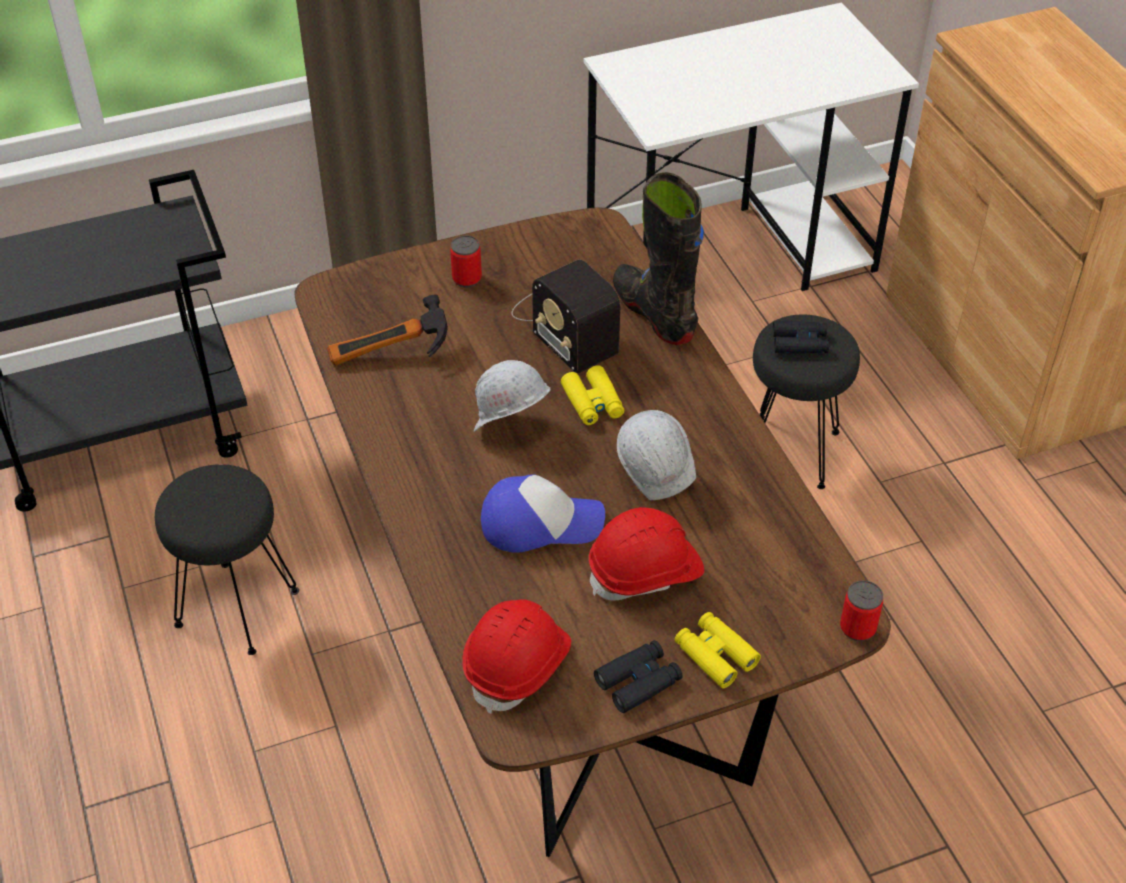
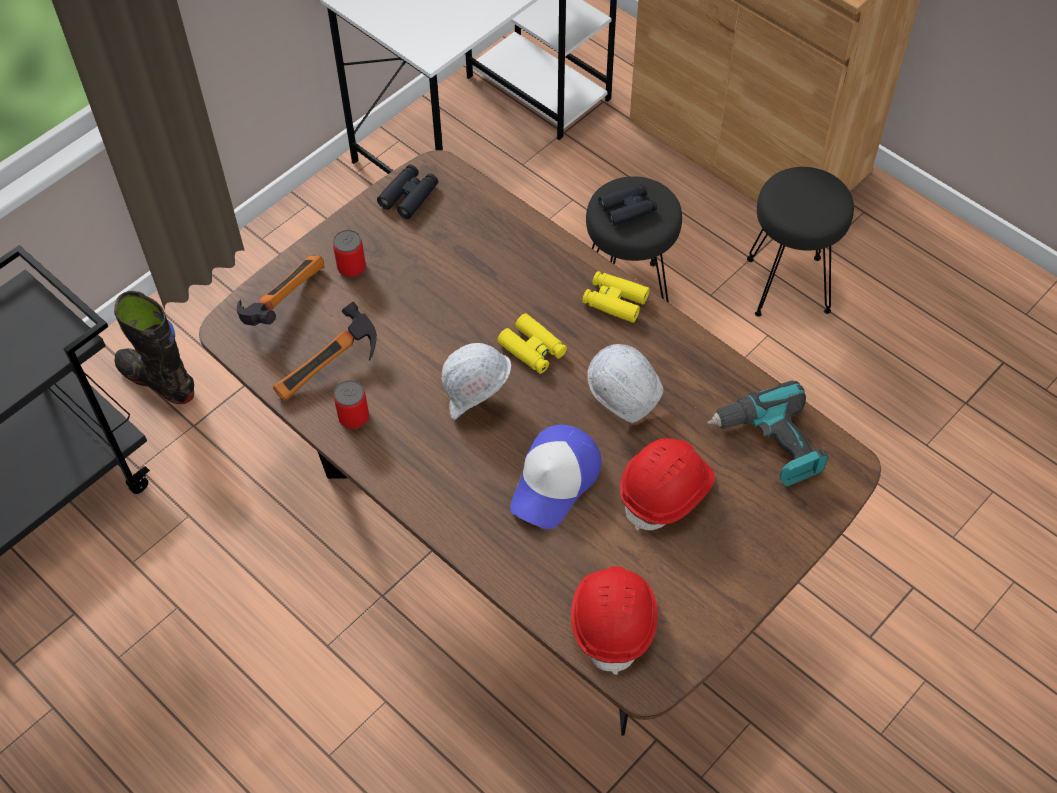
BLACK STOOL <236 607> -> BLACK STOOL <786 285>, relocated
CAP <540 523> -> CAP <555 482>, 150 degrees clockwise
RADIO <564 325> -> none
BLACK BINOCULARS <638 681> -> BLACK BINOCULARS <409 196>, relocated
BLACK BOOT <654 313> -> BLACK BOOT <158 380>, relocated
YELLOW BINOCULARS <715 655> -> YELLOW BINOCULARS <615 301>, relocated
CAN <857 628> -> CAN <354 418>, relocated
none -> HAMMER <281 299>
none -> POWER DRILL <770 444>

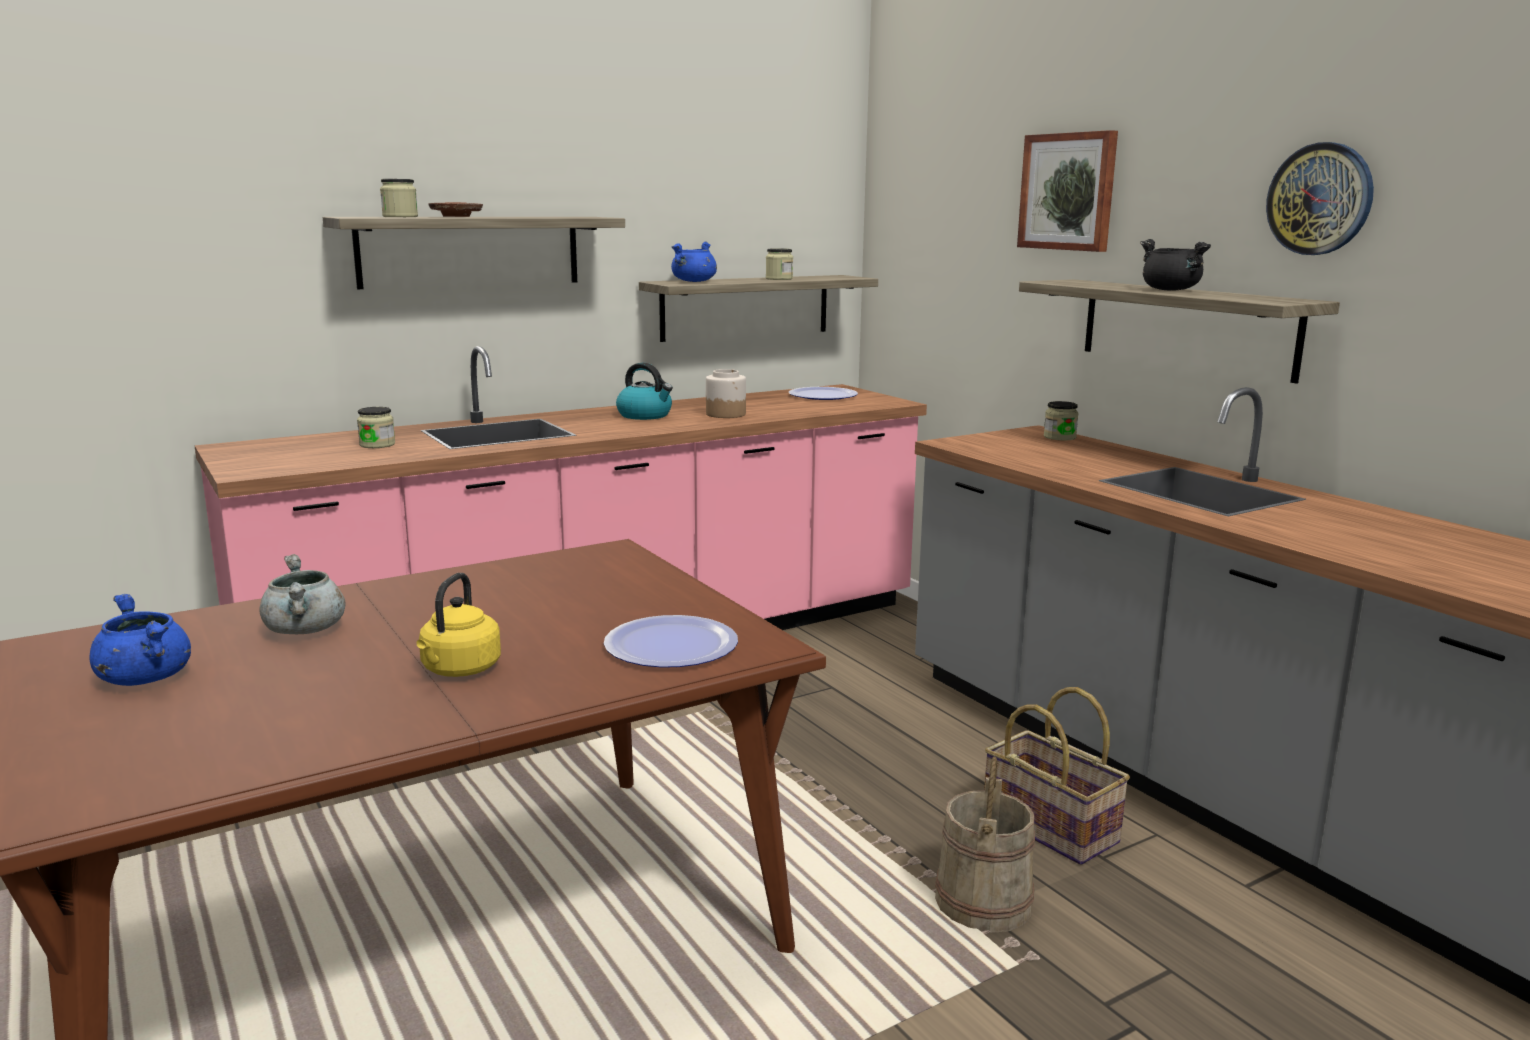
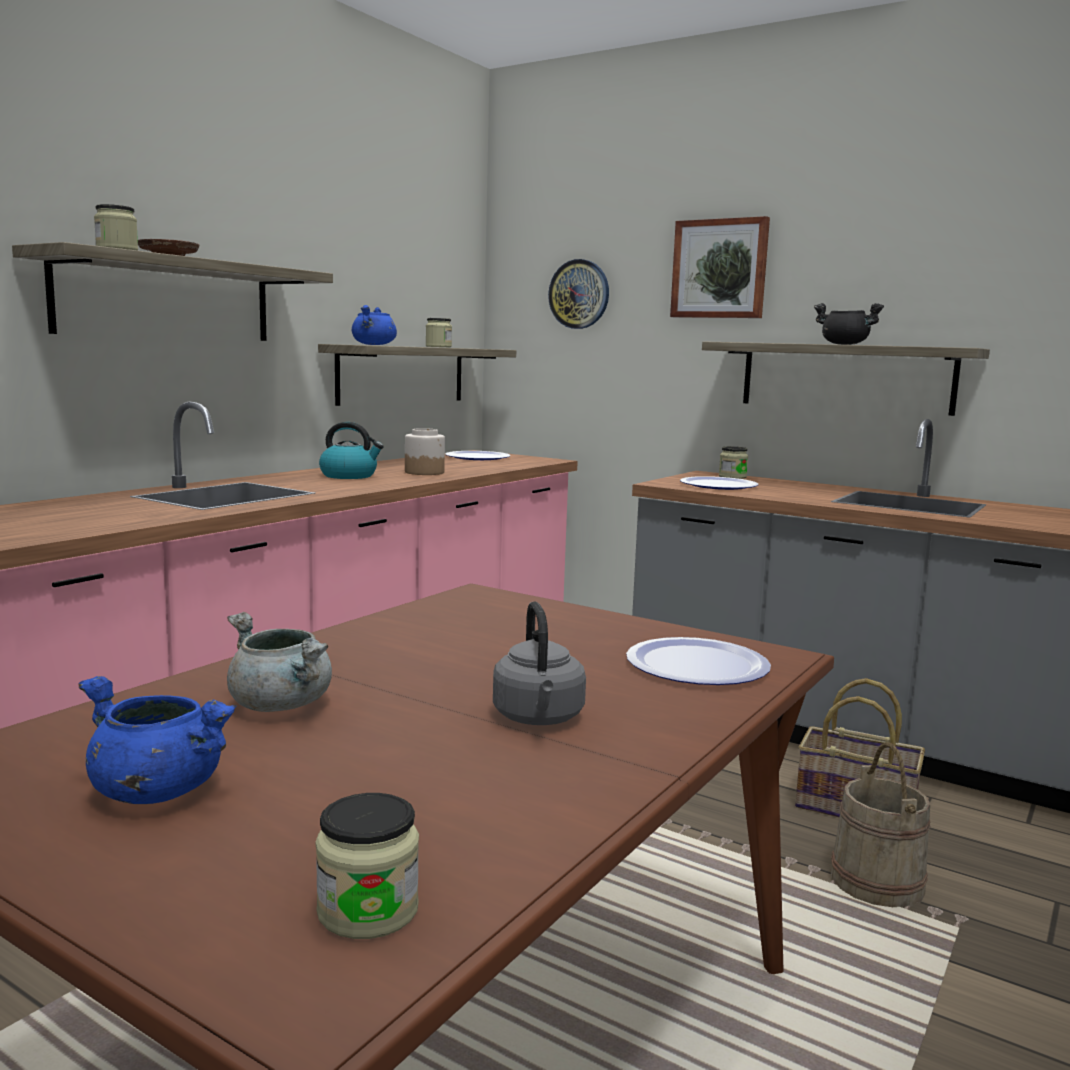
JAR <377 445> -> JAR <368 910>, relocated
YELLOW KETTLE <459 670> -> GREY KETTLE <539 718>
WALL CLOCK <1320 199> -> WALL CLOCK <579 294>, relocated
none -> PLATE <718 485>

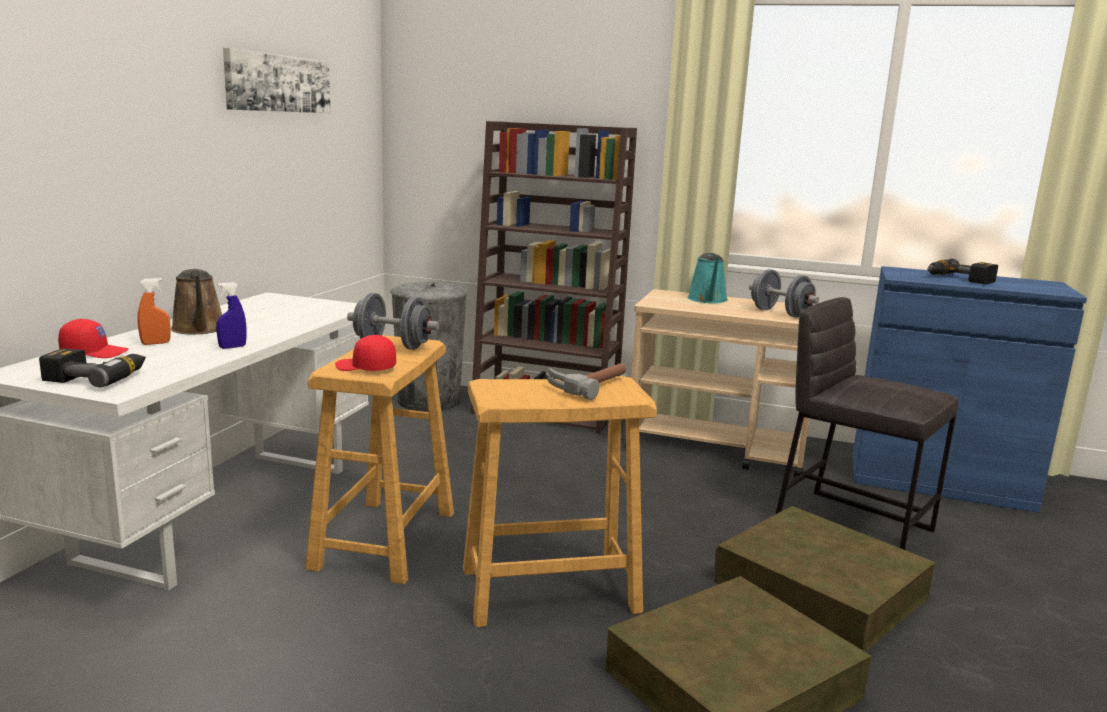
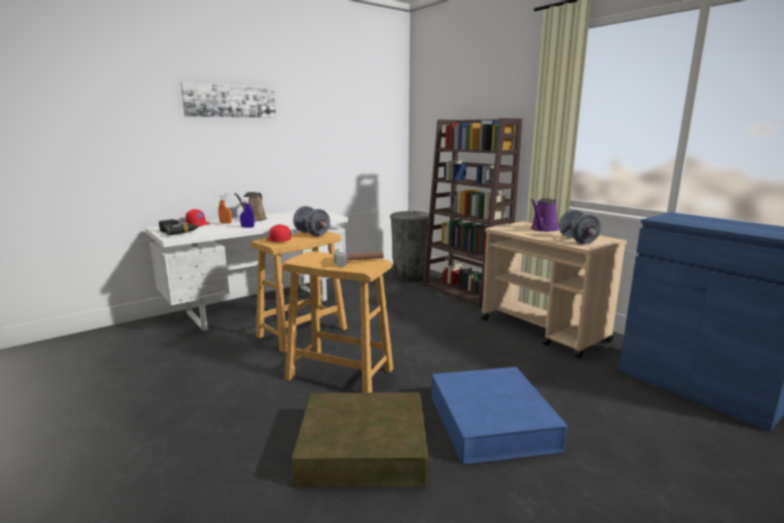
PICTURE <278 83> -> PICTURE <230 101>, relocated
TURQUOISE WATERING CAN <708 300> -> PURPLE WATERING CAN <543 229>
BROWN STORAGE BOX <820 590> -> BLUE STORAGE BOX <491 421>
GREY STOOL <853 526> -> none
POWER DRILL <958 279> -> none

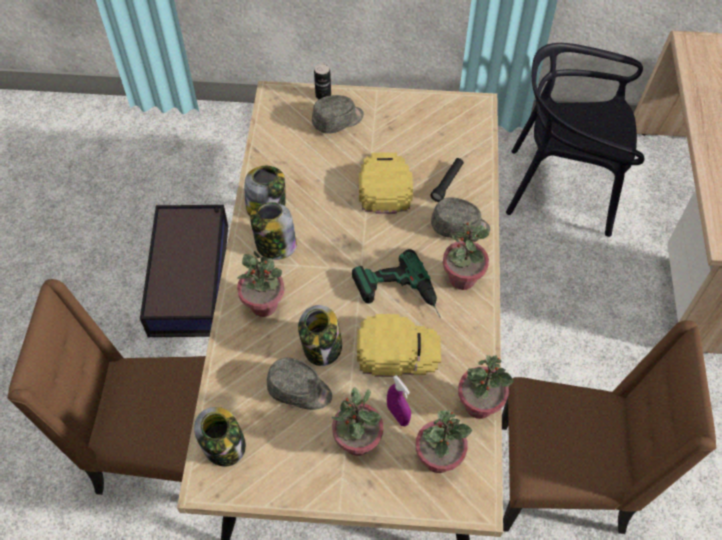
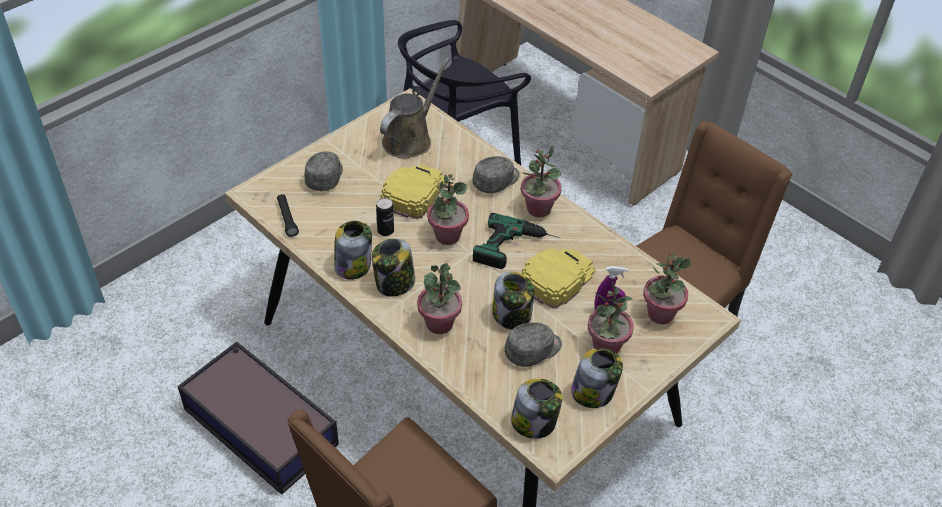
CAN <323 95> -> CAN <385 230>, relocated
YELLOW CAP <384 184> -> YELLOW CAP <414 192>, 75 degrees clockwise
BLACK FLASHLIGHT <447 183> -> BLACK FLASHLIGHT <287 219>, relocated
POTTED PLANT <479 405> -> POTTED PLANT <447 236>, relocated
none -> BROWN WATERING CAN <410 139>
none -> JAR <593 392>

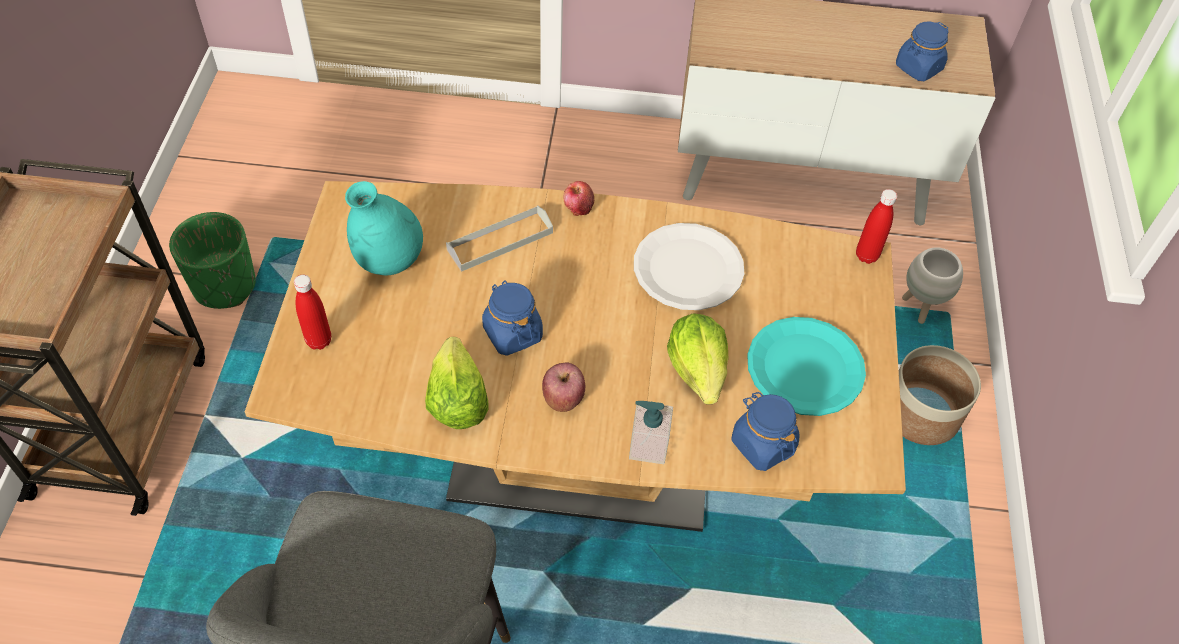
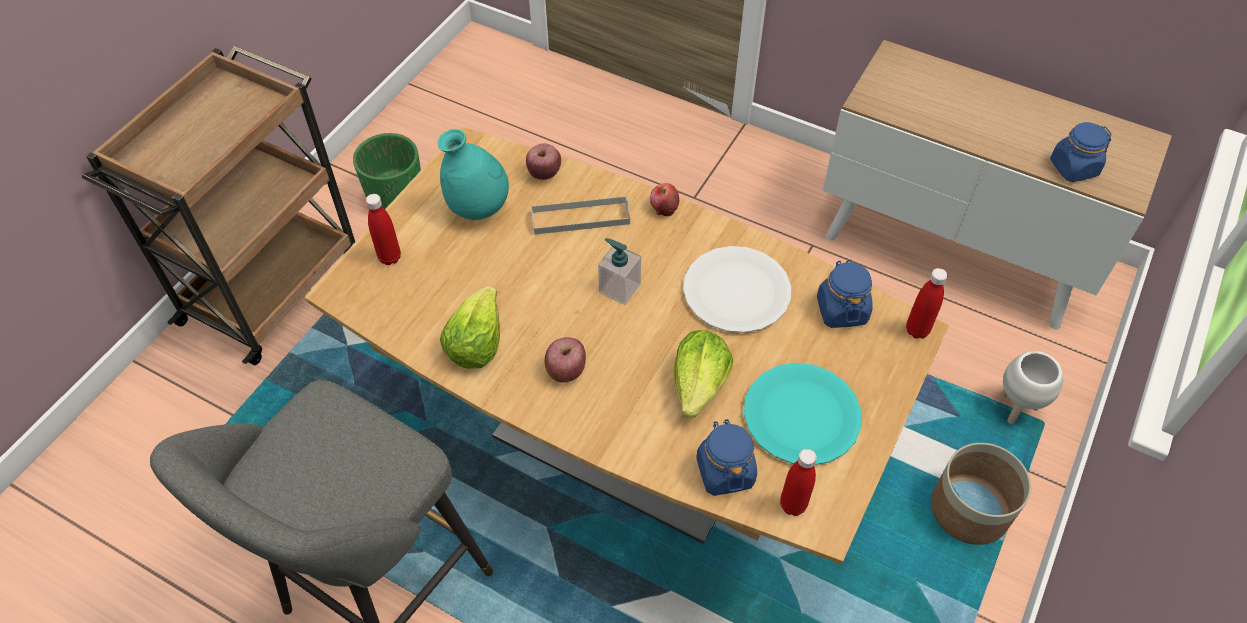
BLUE JAR <512 333> -> BLUE JAR <841 310>, relocated
SOAP DISPENSER <648 446> -> SOAP DISPENSER <619 288>, relocated
none -> APPLE <544 173>
none -> RED BOTTLE <793 505>

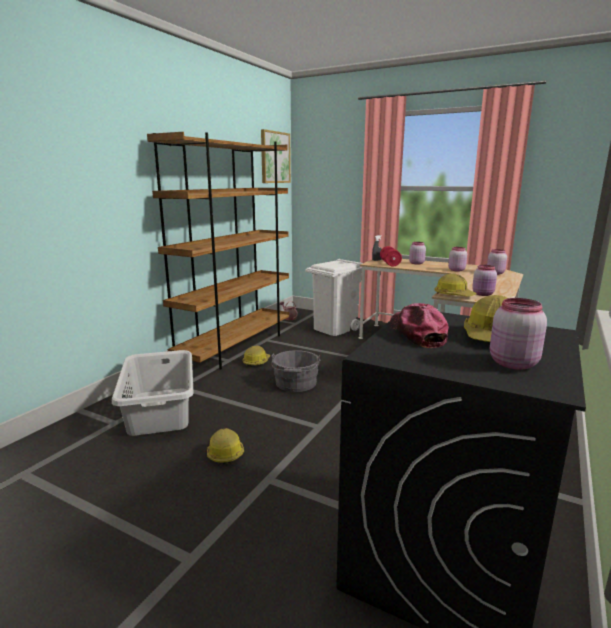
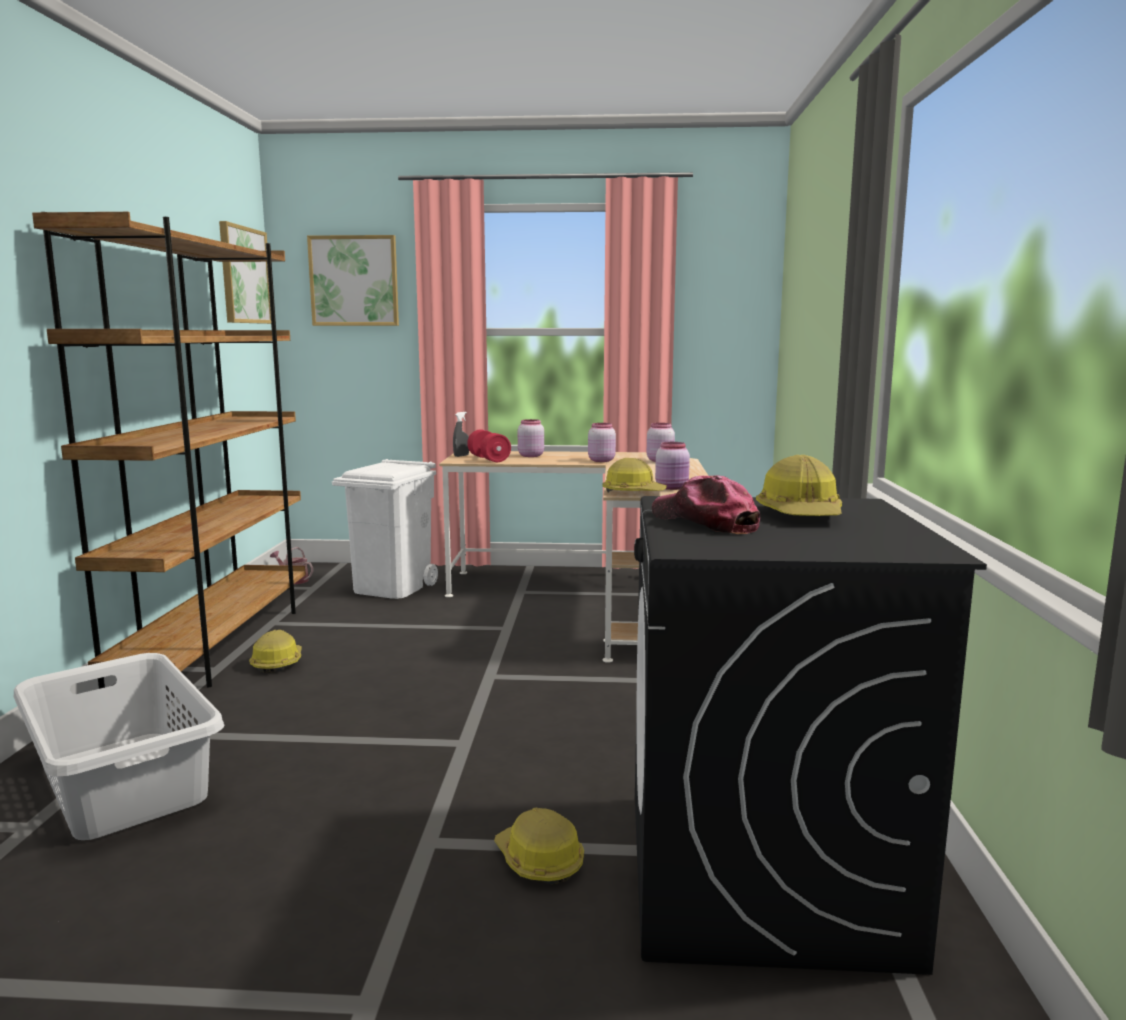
HARD HAT <225 453> -> HARD HAT <539 861>, relocated
GREY BUCKET <295 384> -> none
PINK JAR <511 363> -> none
none -> PICTURE <354 281>

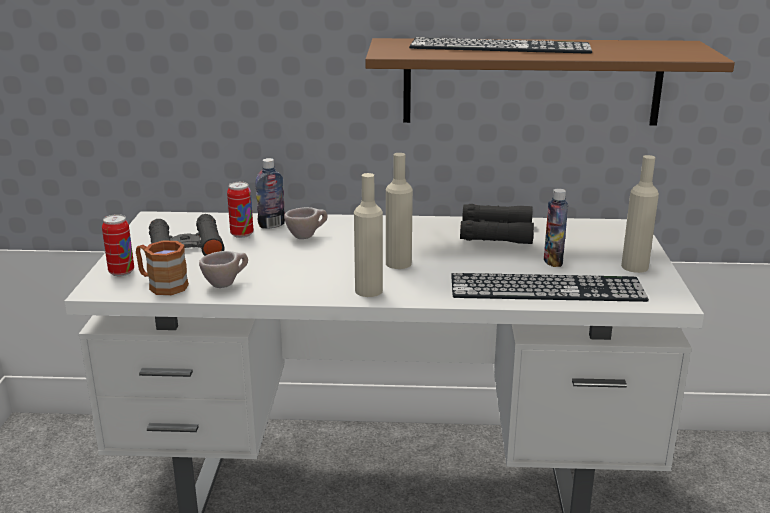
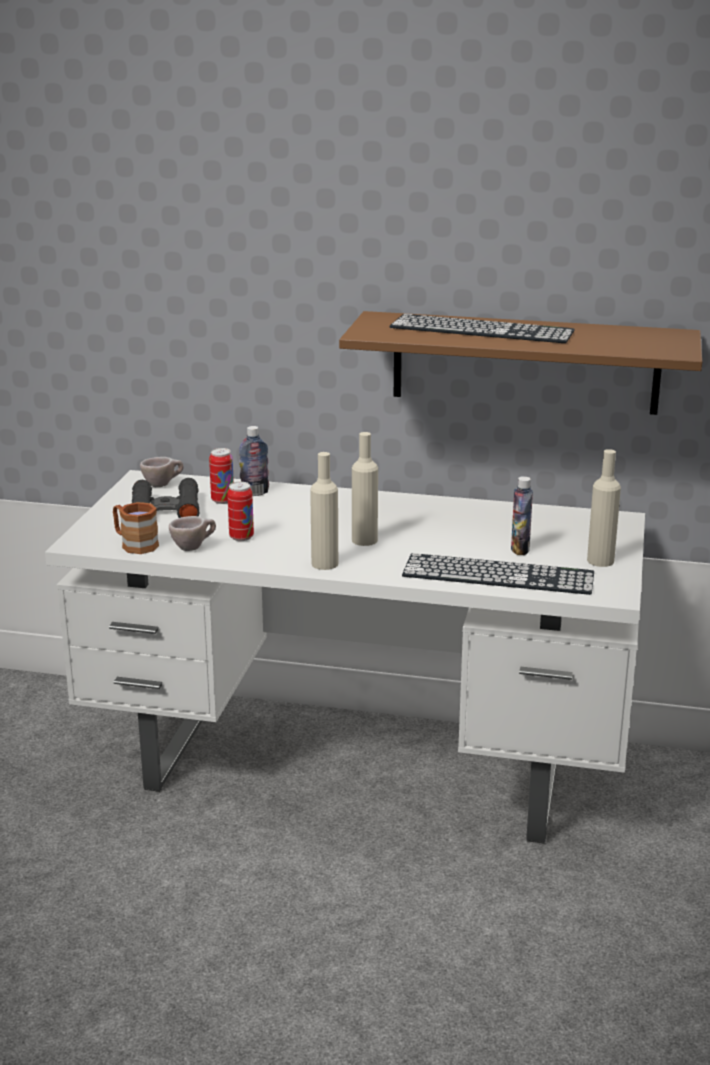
CAN <121 272> -> CAN <241 537>, relocated
BEIGE CUP <307 236> -> BEIGE CUP <162 485>, relocated
BLACK BINOCULARS <496 232> -> none

